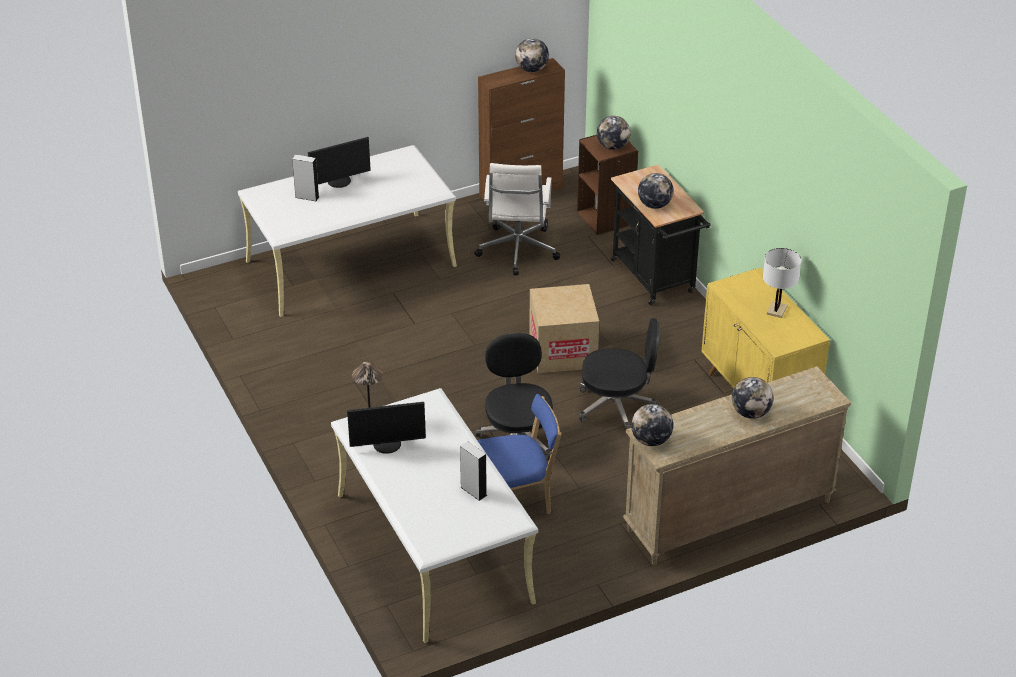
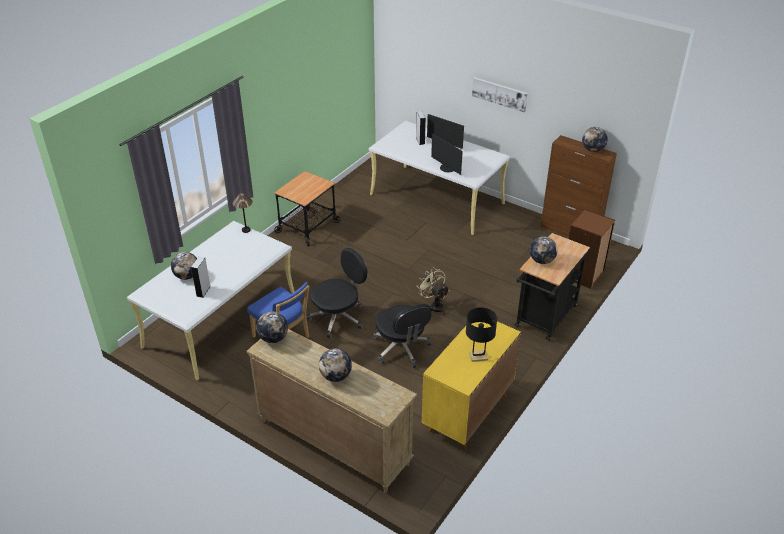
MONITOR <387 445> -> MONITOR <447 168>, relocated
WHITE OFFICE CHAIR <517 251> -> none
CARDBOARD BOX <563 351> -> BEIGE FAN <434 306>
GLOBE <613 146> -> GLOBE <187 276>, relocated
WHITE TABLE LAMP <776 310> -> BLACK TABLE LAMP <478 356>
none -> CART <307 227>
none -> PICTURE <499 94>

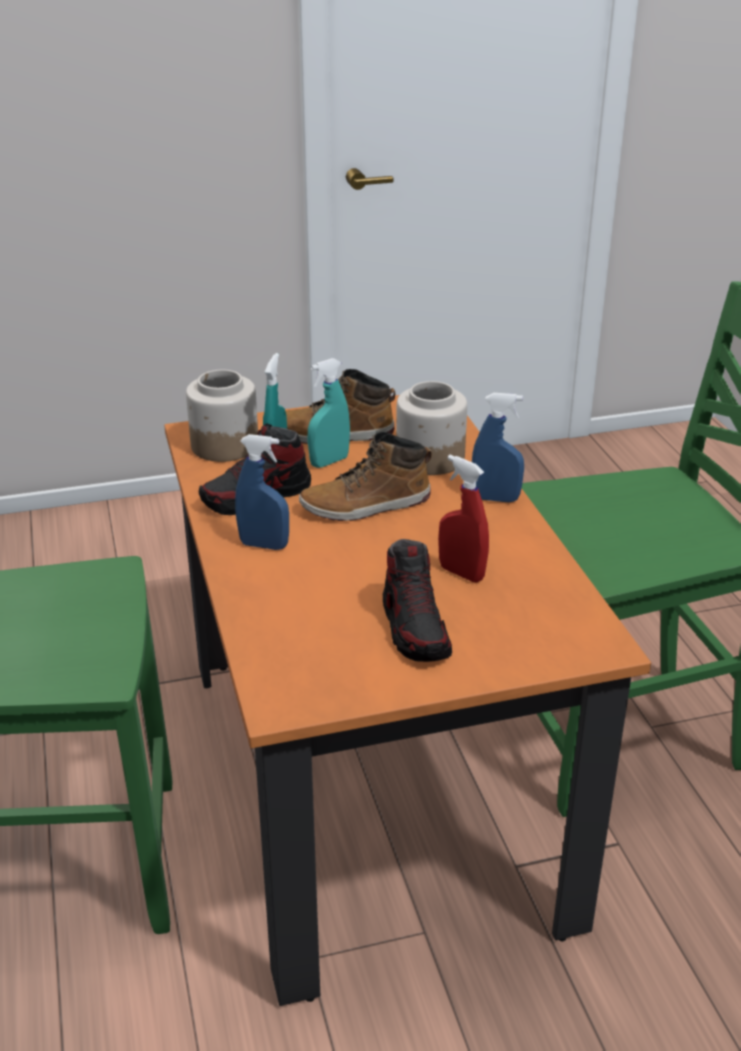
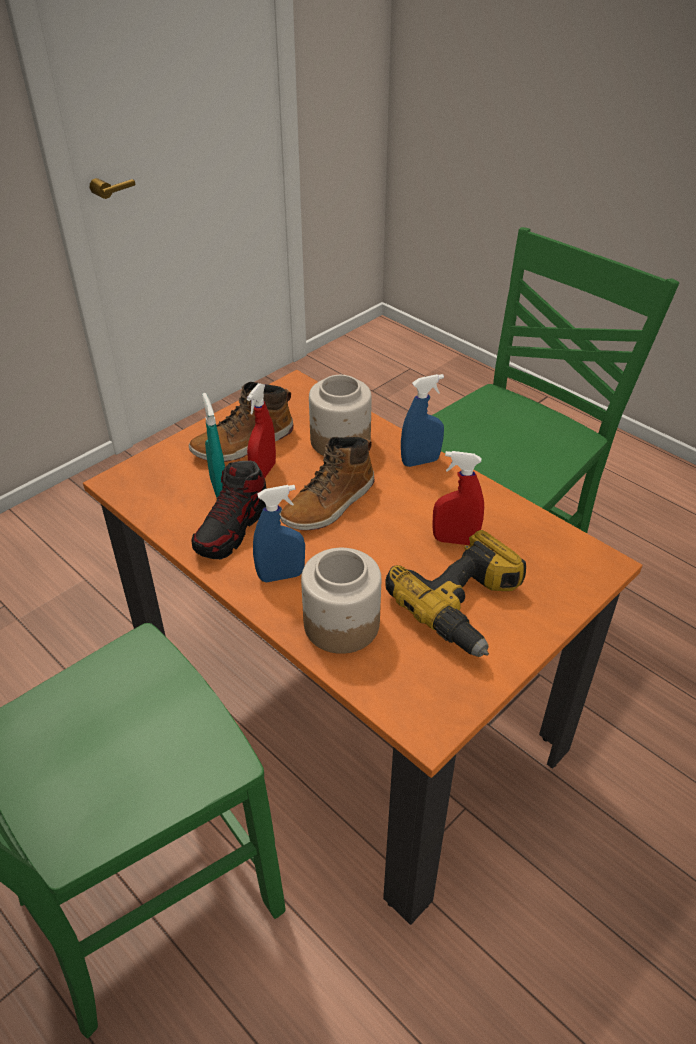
JAR <224 445> -> JAR <340 624>, relocated
TURQUOISE SPRAY BOTTLE <329 462> -> RED SPRAY BOTTLE <263 472>
SHOE <415 628> -> POWER DRILL <465 606>

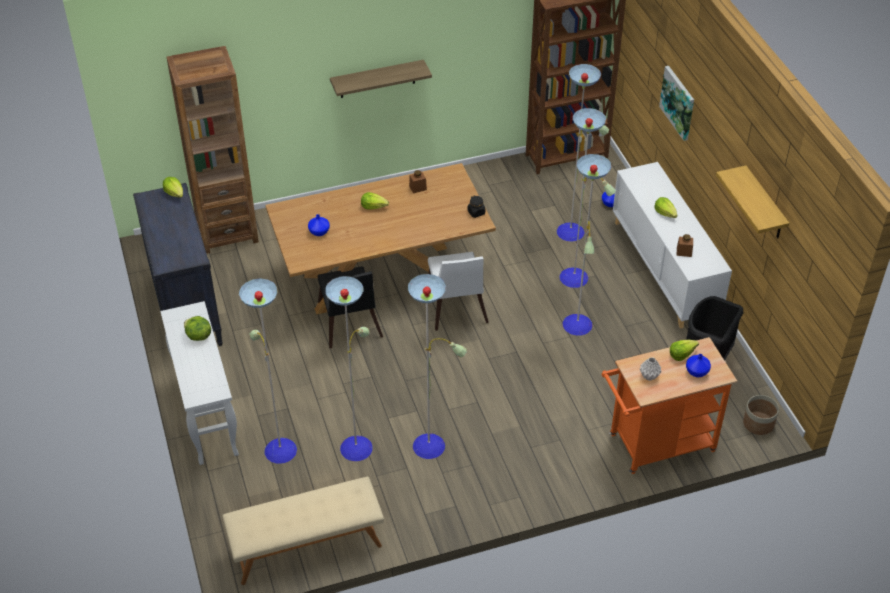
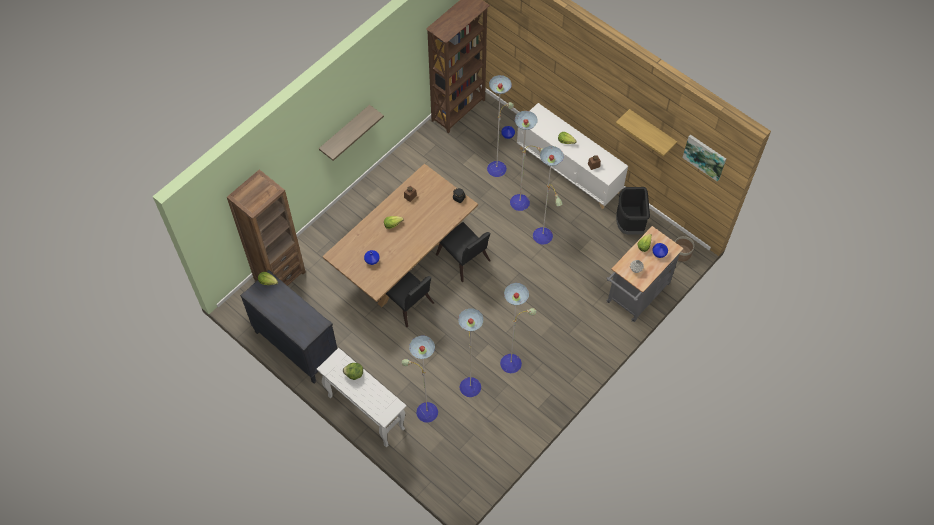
BEIGE BENCH <307 547> -> none
WHITE CHAIR <456 309> -> BLACK CHAIR <464 261>
ORANGE CART <655 445> -> GREY CART <635 296>
PICTURE <678 102> -> PICTURE <705 157>, relocated

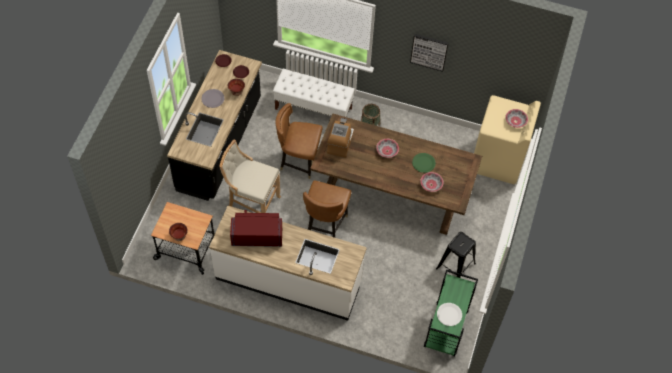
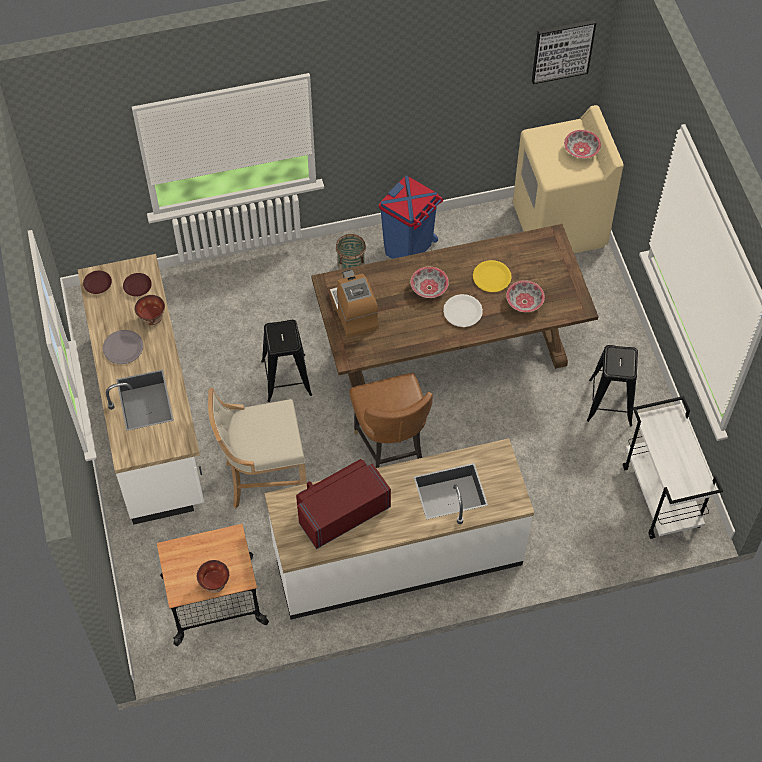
BLACK COUNTER <220 144> -> WHITE COUNTER <151 418>
WHITE BENCH <313 108> -> none
BROWN CHAIR <299 161> -> BLACK STOOL <286 378>
PICTURE <429 51> -> PICTURE <562 50>, relocated
GREEN PLATE <423 163> -> YELLOW PLATE <491 277>
GREEN CART <446 329> -> WHITE CART <661 497>
WHITE PLATE <449 314> -> WHITE PLATE <463 311>, relocated
none -> BLUE TRASH CAN <409 249>

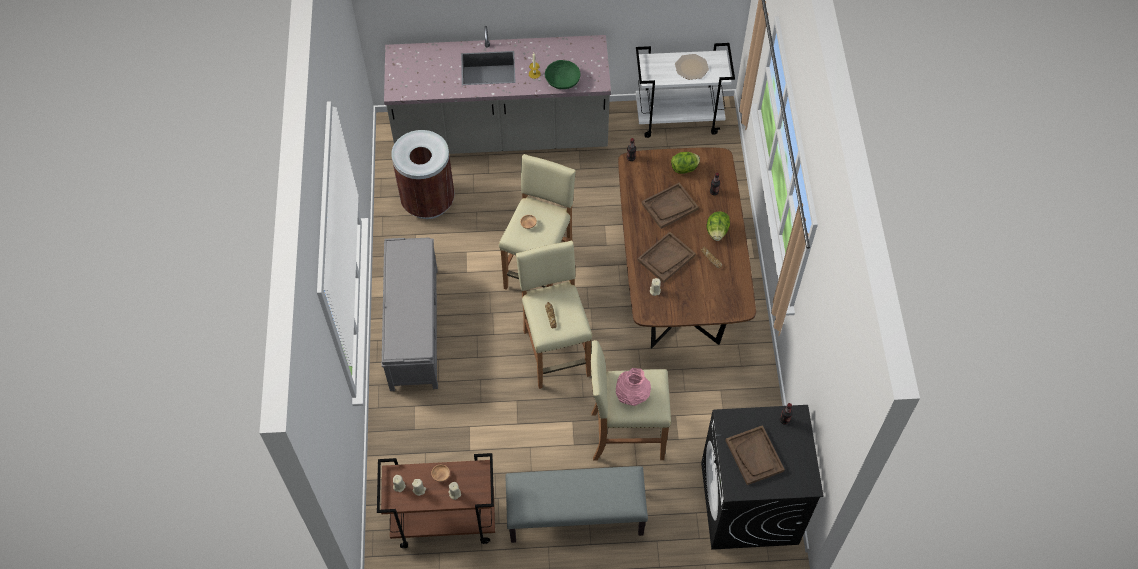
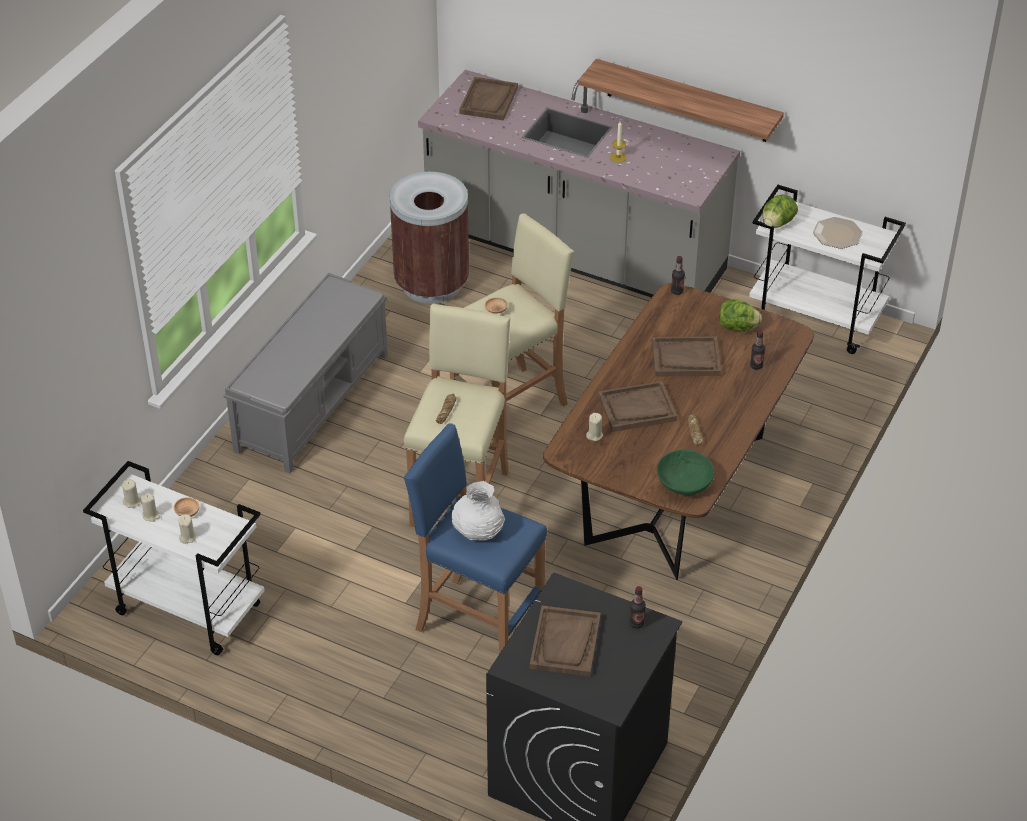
BROWN CART <443 521> -> WHITE CART <186 609>
GREY BENCH <575 516> -> none
GREEN BOWL <562 81> -> GREEN BOWL <684 482>, relocated
BEIGE STOOL <626 435> -> BLUE STOOL <478 622>
PINK VASE <632 395> -> WHITE VASE <478 531>
LETTUCE <717 232> -> LETTUCE <777 223>, relocated
none -> BROWN TRAY <489 101>
none -> SHELF <687 101>

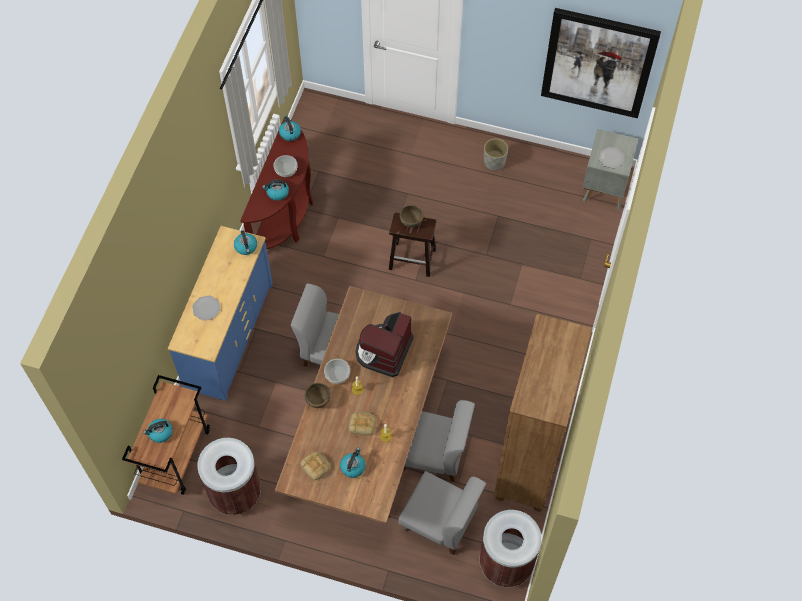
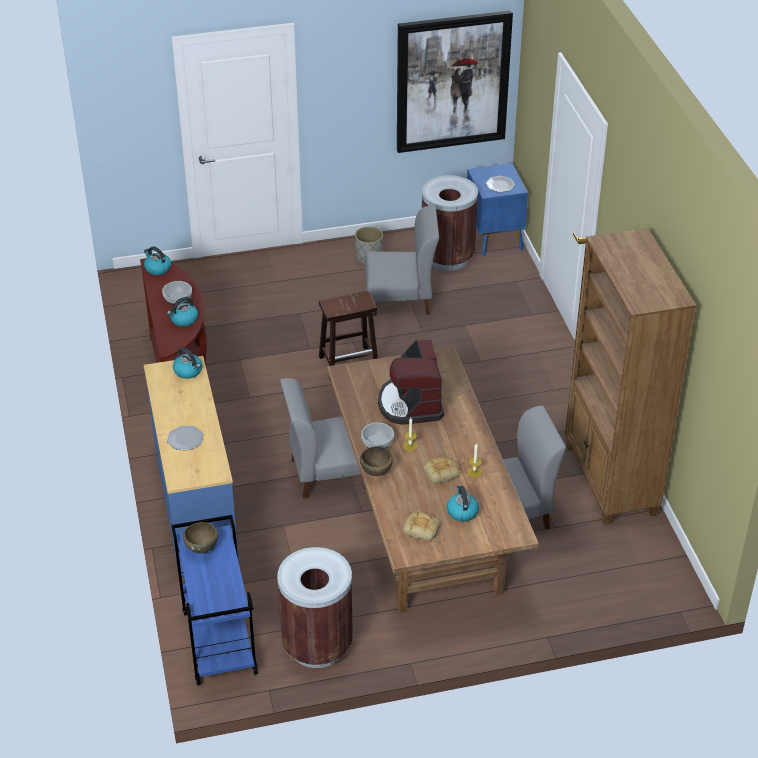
BROWN CART <176 455> -> BLUE CART <218 642>
KETTLE <160 433> -> none
GREY CHAIR <440 522> -> GREY CHAIR <400 299>, relocated
BROWN BOWL <411 222> -> BROWN BOWL <202 549>, relocated
BROWN TRASH CAN <506 563> -> BROWN TRASH CAN <447 258>, relocated
GREY NIGHTSTAND <604 189> -> BLUE NIGHTSTAND <495 239>

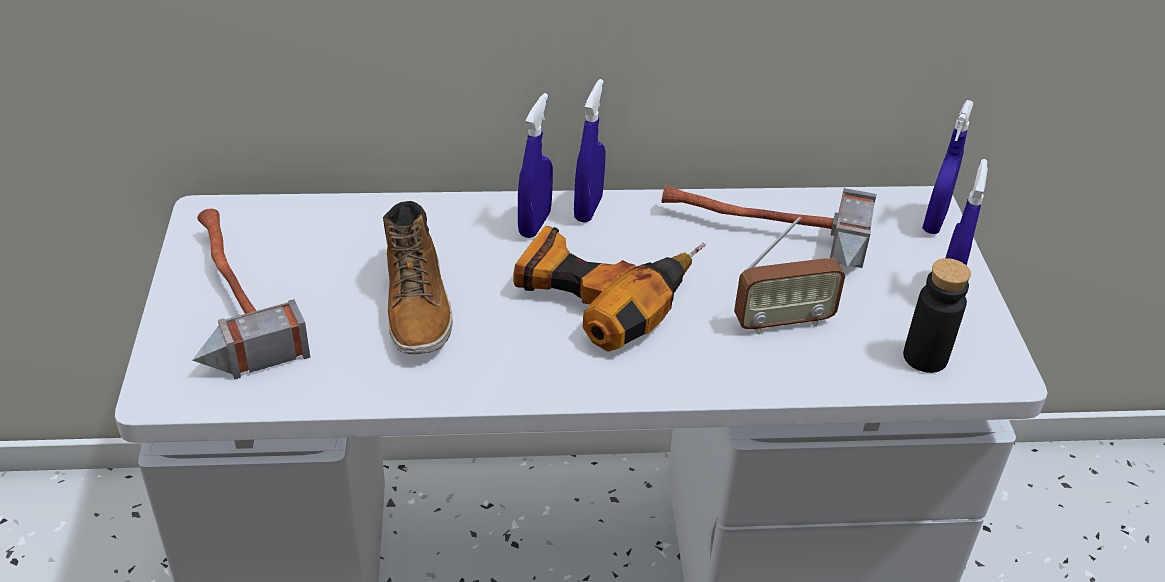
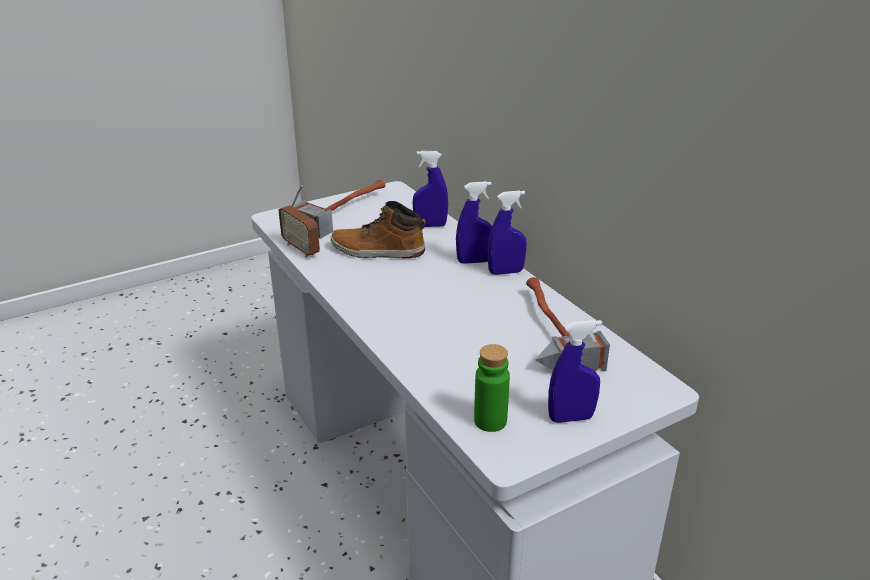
BOOT <418 306> -> BOOT <377 251>, 45 degrees clockwise
POWER DRILL <602 291> -> none
RADIO <783 322> -> RADIO <301 249>, relocated
BLACK BOTTLE <925 357> -> GREEN BOTTLE <490 421>
BLUE SPRAY BOTTLE <934 222> -> BLUE SPRAY BOTTLE <430 225>, relocated

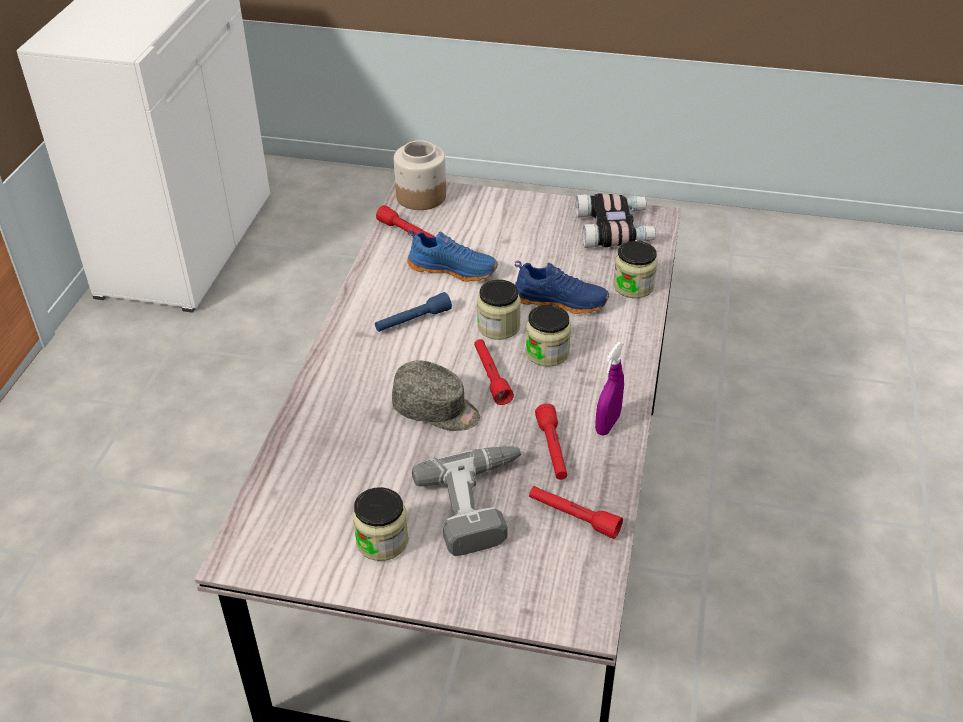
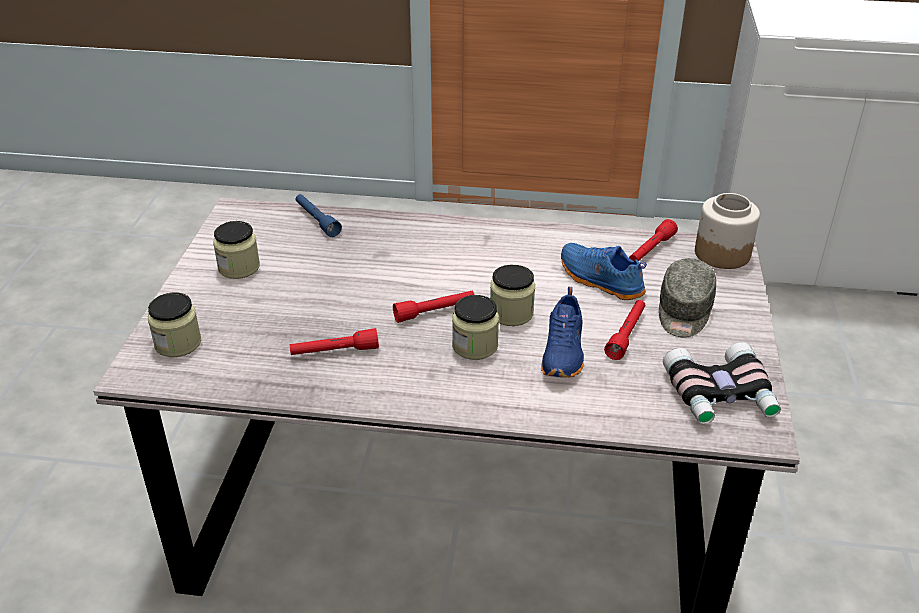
BLUE FLASHLIGHT <413 321> -> BLUE FLASHLIGHT <317 220>, relocated
GREY CAP <436 410> -> GREY CAP <684 312>, relocated
BLUE SHOE <453 269> -> BLUE SHOE <599 281>, 120 degrees clockwise
POWER DRILL <481 504> -> none
RED FLASHLIGHT <573 517> -> RED FLASHLIGHT <626 335>, relocated
PURPLE SPRAY BOTTLE <607 424> -> none
JAR <633 286> -> JAR <178 343>, relocated

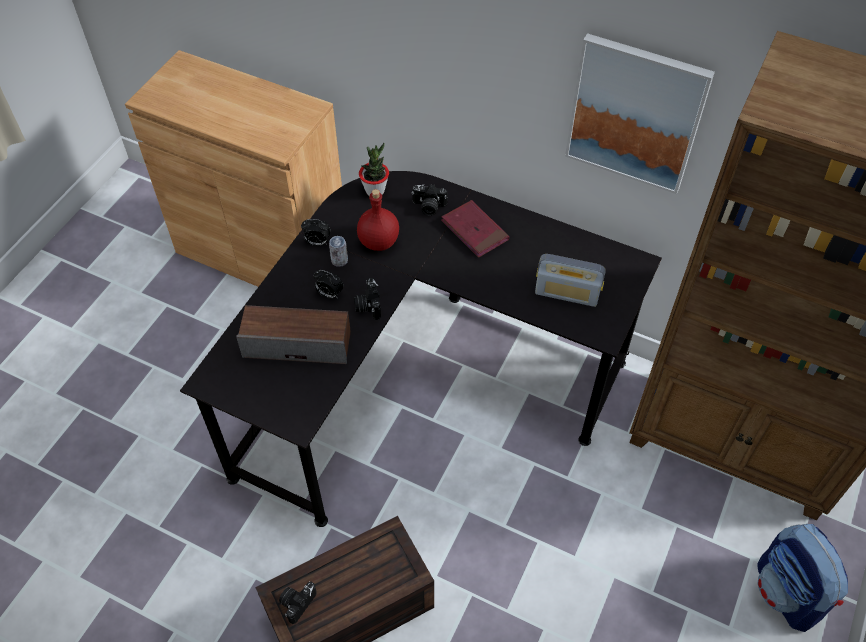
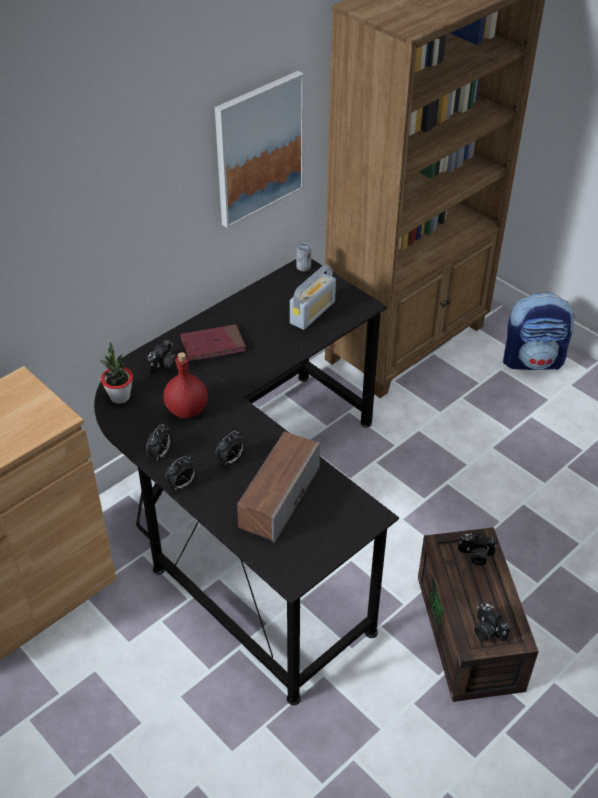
CAN <339 260> -> CAN <303 267>, relocated
PHOTO CAMERA <367 305> -> PHOTO CAMERA <475 556>, relocated
none -> ALARM CLOCK <182 485>

